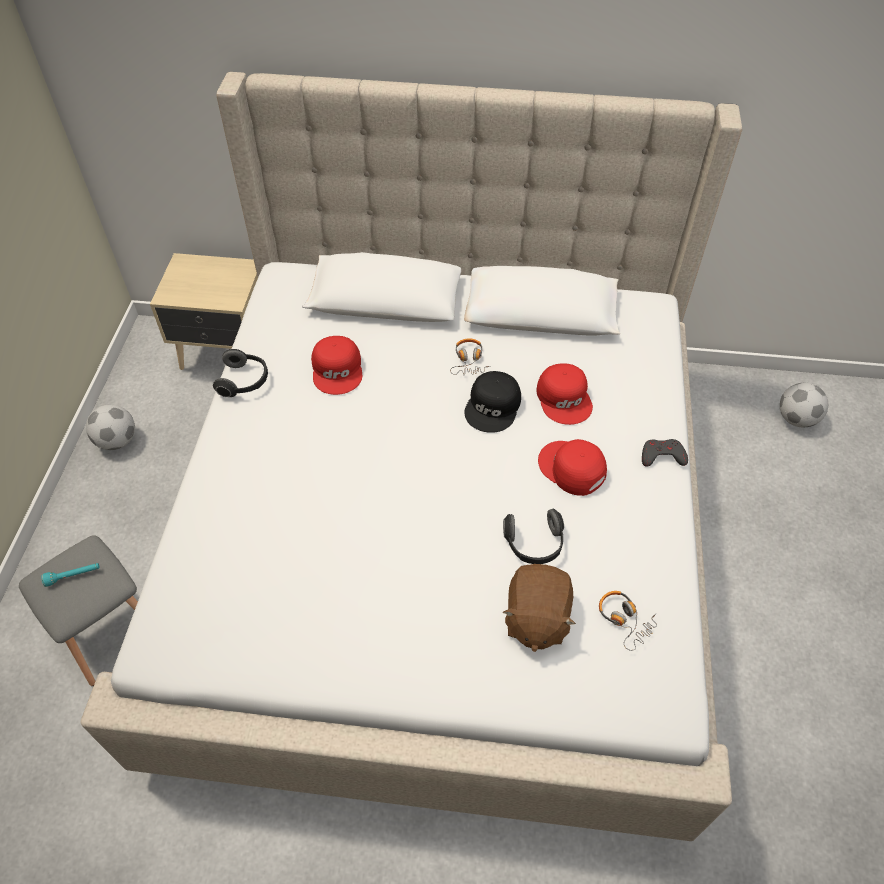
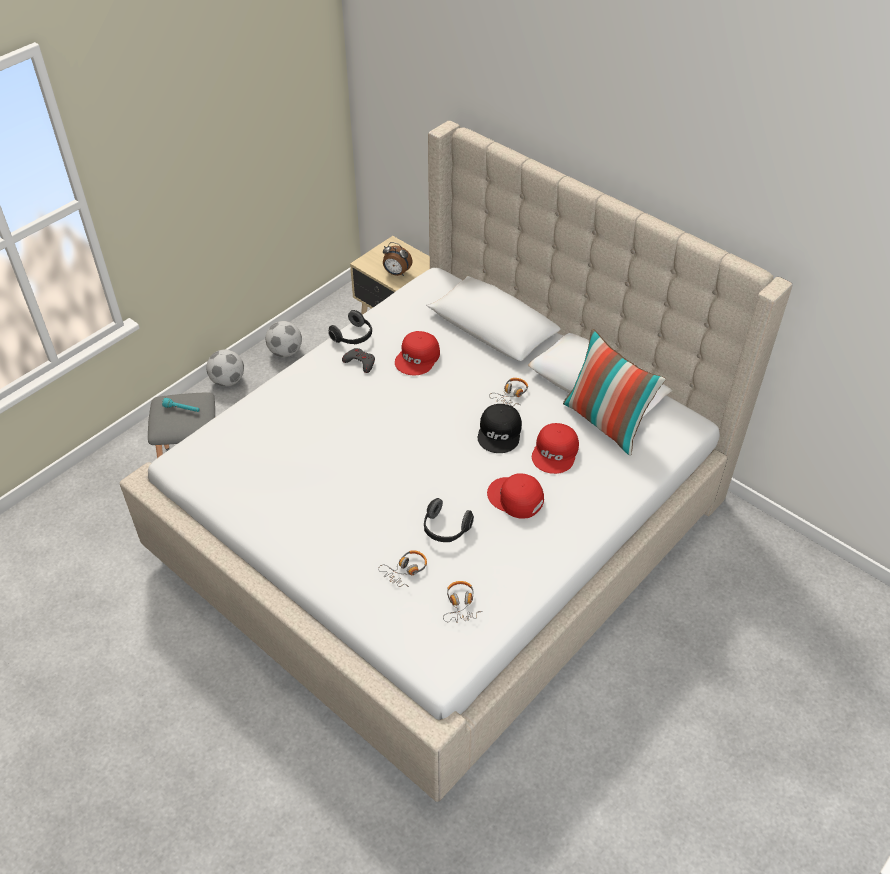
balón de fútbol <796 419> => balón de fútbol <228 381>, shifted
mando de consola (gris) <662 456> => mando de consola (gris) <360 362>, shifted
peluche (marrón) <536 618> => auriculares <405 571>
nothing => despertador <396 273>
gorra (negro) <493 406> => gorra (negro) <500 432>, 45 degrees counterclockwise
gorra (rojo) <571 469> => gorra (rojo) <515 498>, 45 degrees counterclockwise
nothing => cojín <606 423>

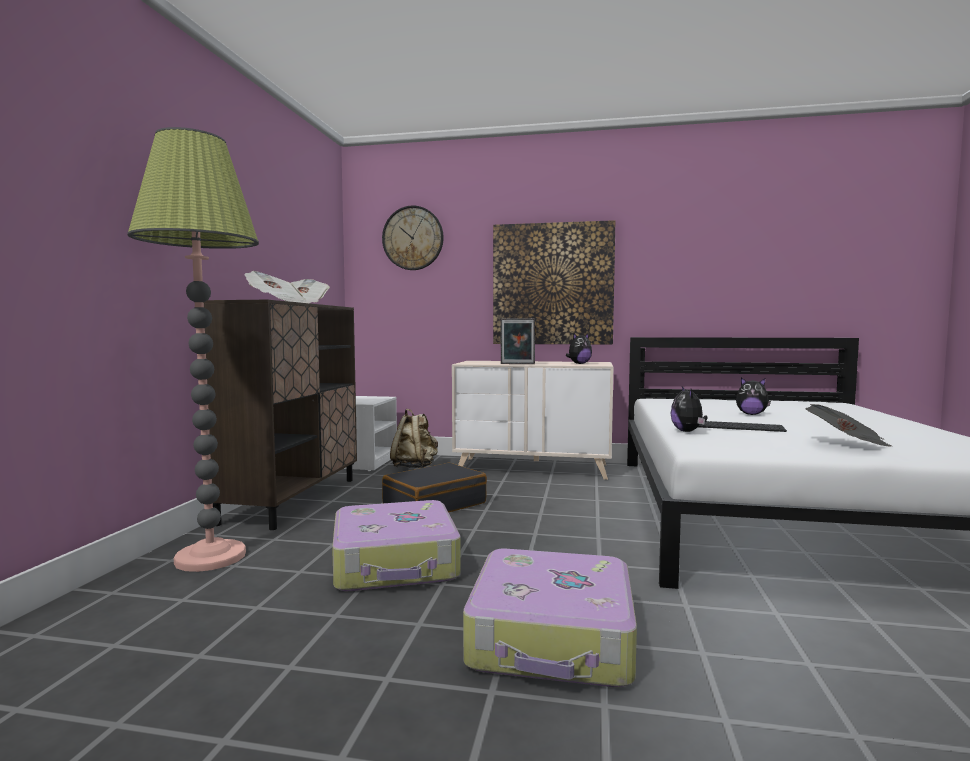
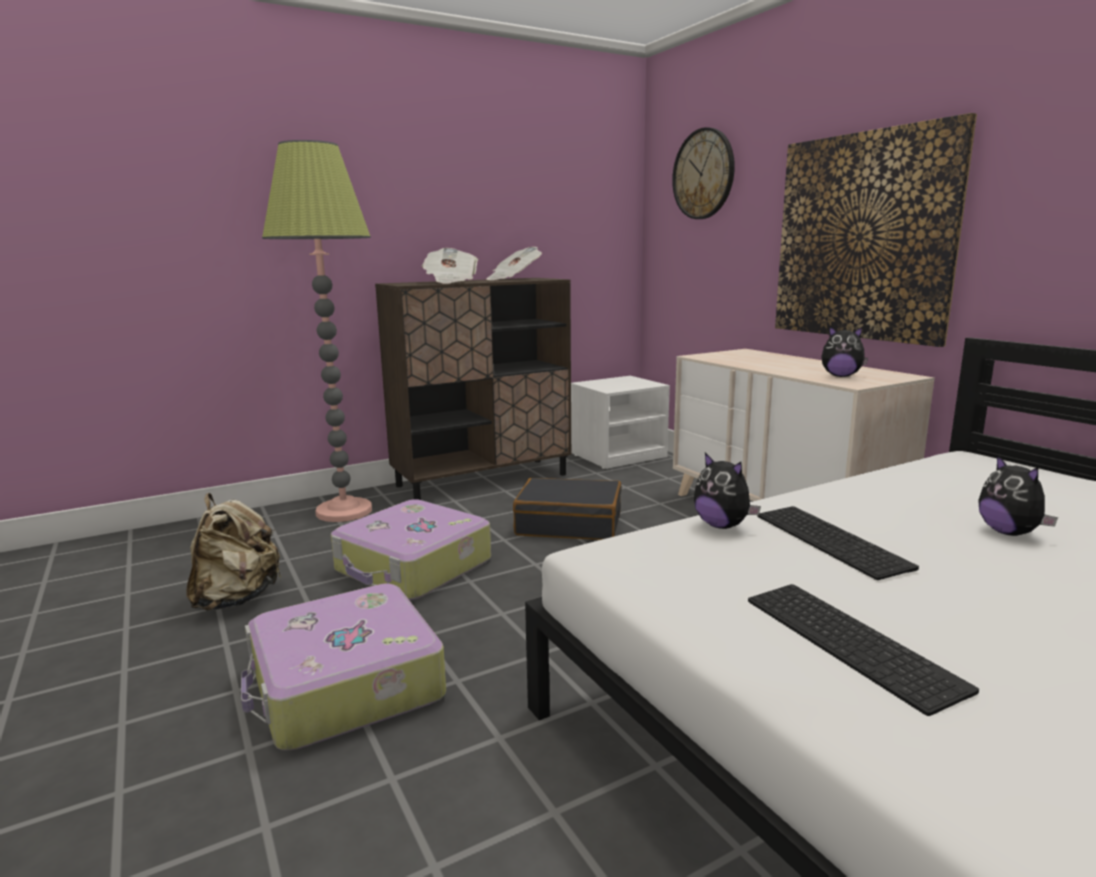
mochila (beis) <415 467> => mochila (beis) <237 599>, shifted
peluche <688 431> => peluche <722 525>, 90 degrees counterclockwise
periódico <847 445> => teclado <854 642>
portarretratos <517 364> => nothing

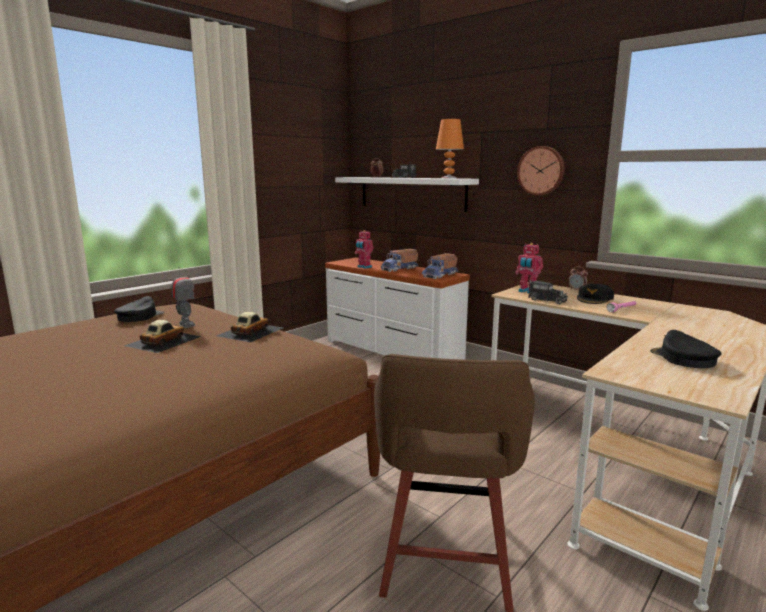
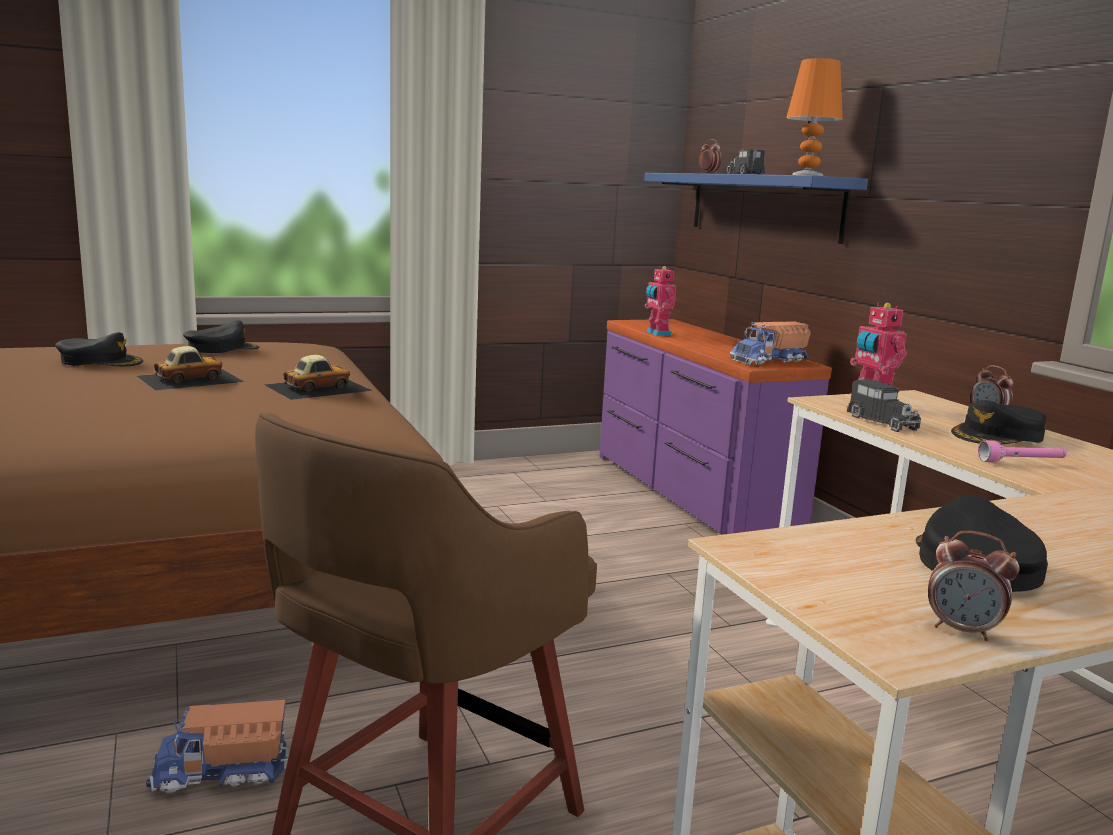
nothing => gorra (negro) <100 361>
camión de juguete <400 269> => camión de juguete <222 772>, shifted
cómoda (blanco) <391 351> => cómoda (morado) <689 492>
estante (blanco) <411 193> => estante (azul) <763 205>
nothing => despertador <963 630>
robot de juguete <186 325> => nothing
reloj de pared <541 171> => nothing

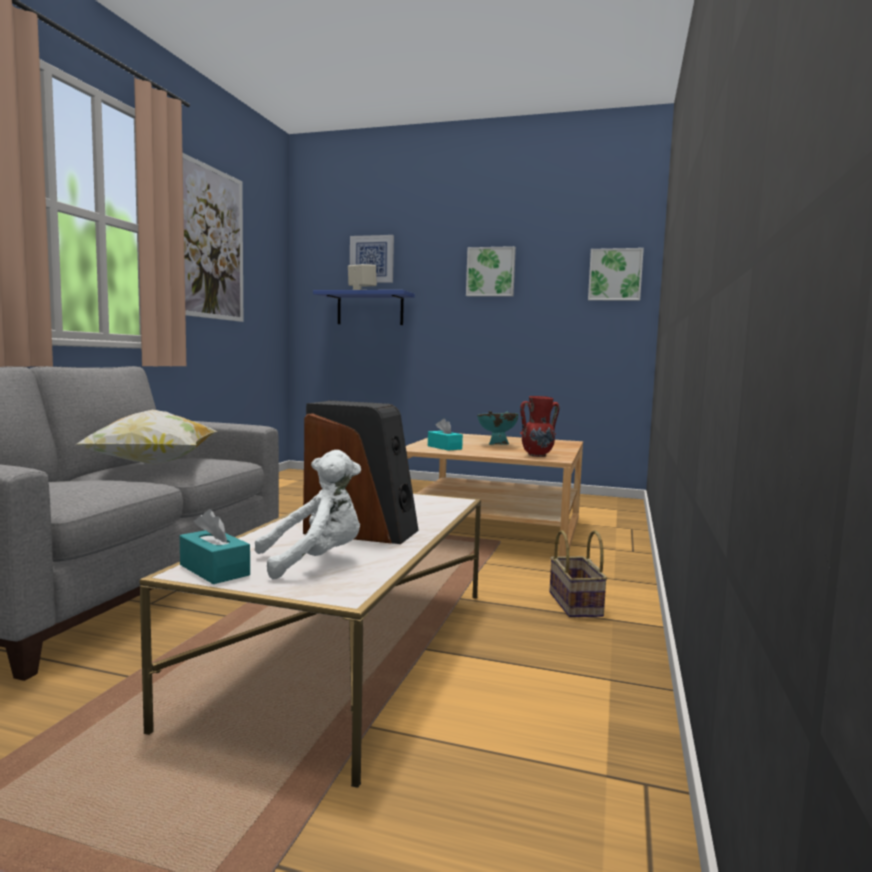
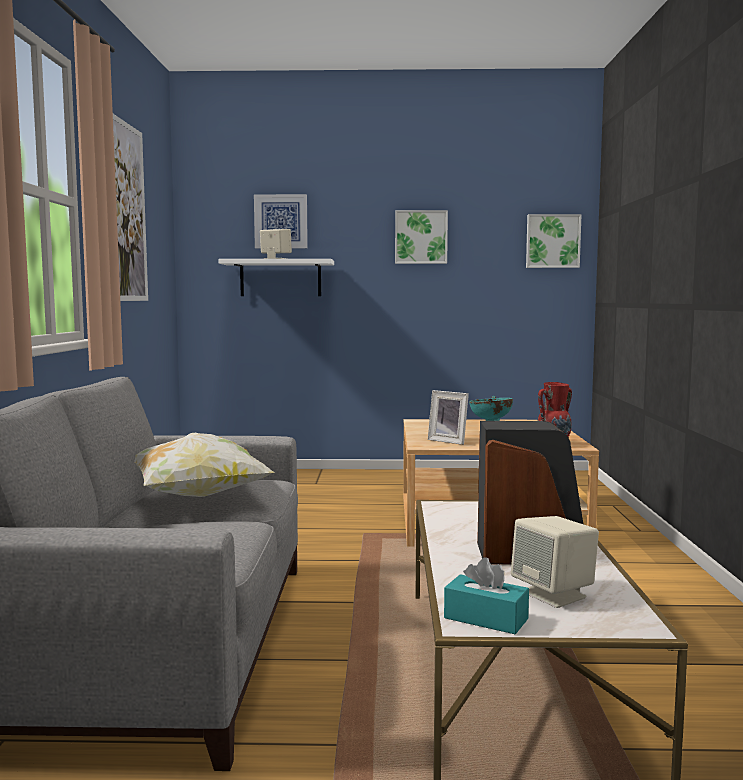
estante (azul) <370 309> => estante (blanco) <280 278>
caja de pañuelos (turquesa) <444 447> => portarretratos <449 441>
peluche (blanco) <315 561> => altavoz (beis) <554 594>
cesta <577 605> => nothing

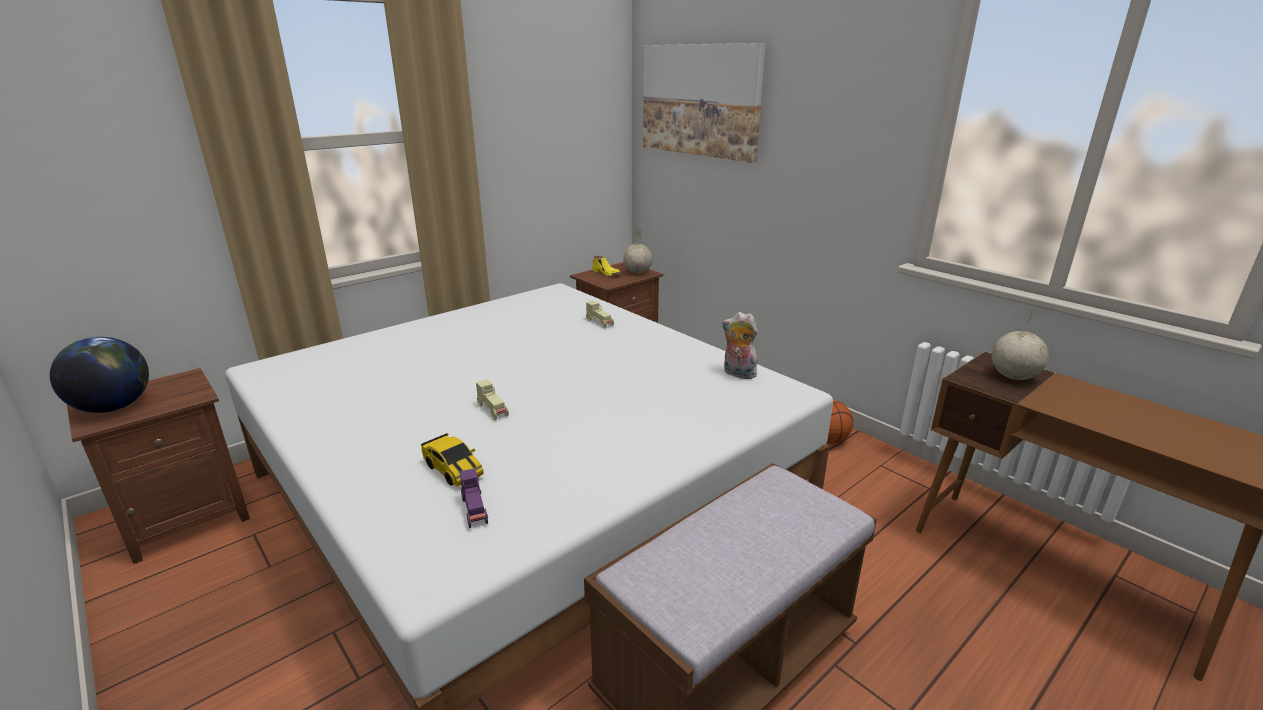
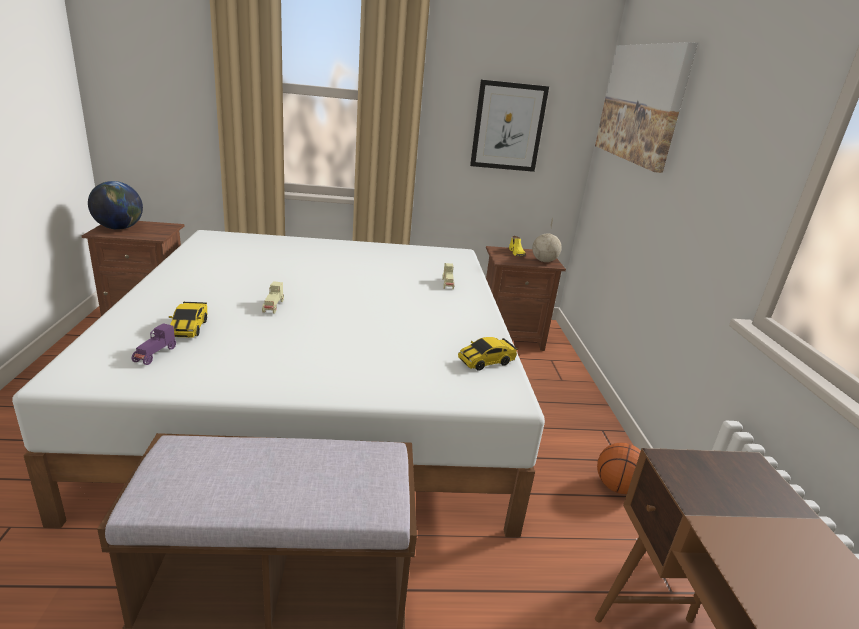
peluche <737 374> => coche de juguete <486 361>
nothing => cuadro <508 126>
globo terráqueo <1012 377> => nothing

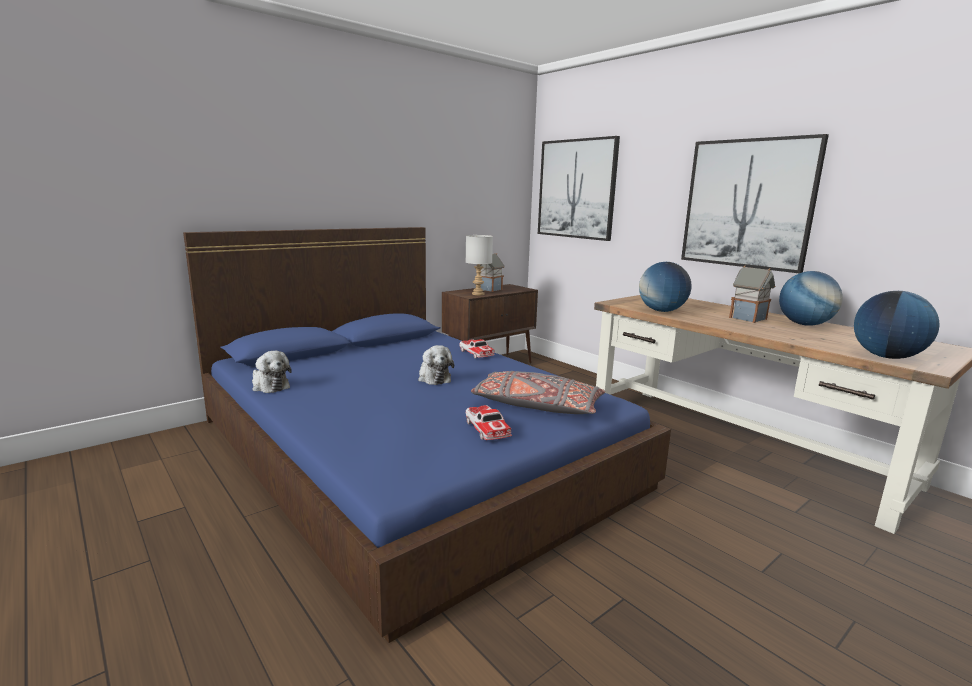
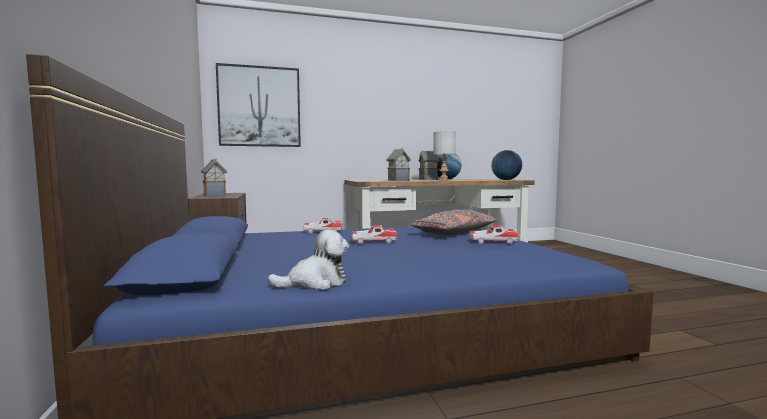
peluche <433 378> => coche de juguete <373 241>
globo terráqueo <661 311> => casita <398 180>
lámpara de mesa (gris) <477 294> => lámpara de mesa (gris) <444 180>, shifted
cuadro <747 204> => nothing

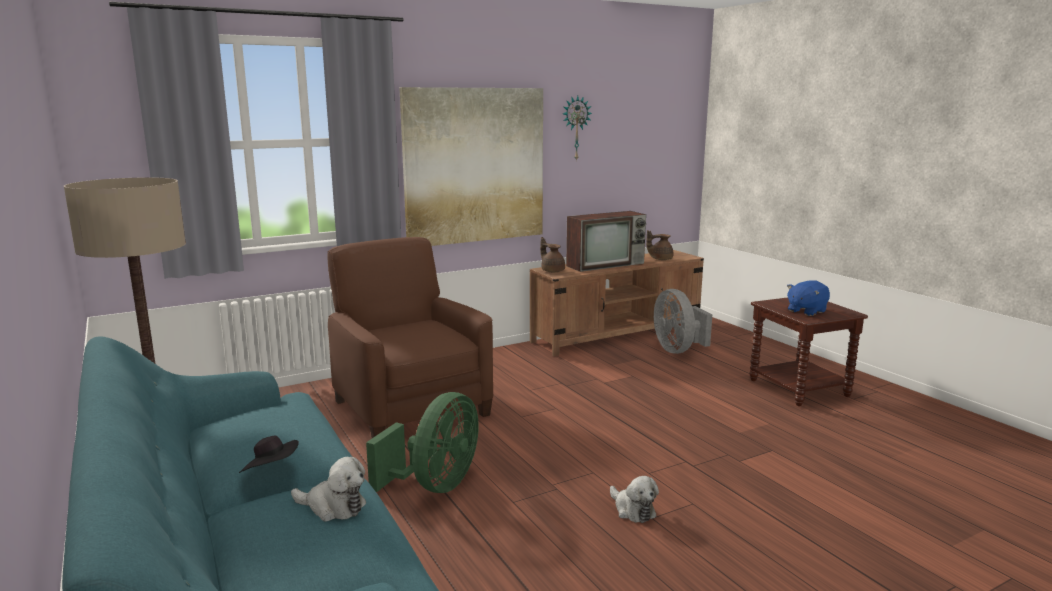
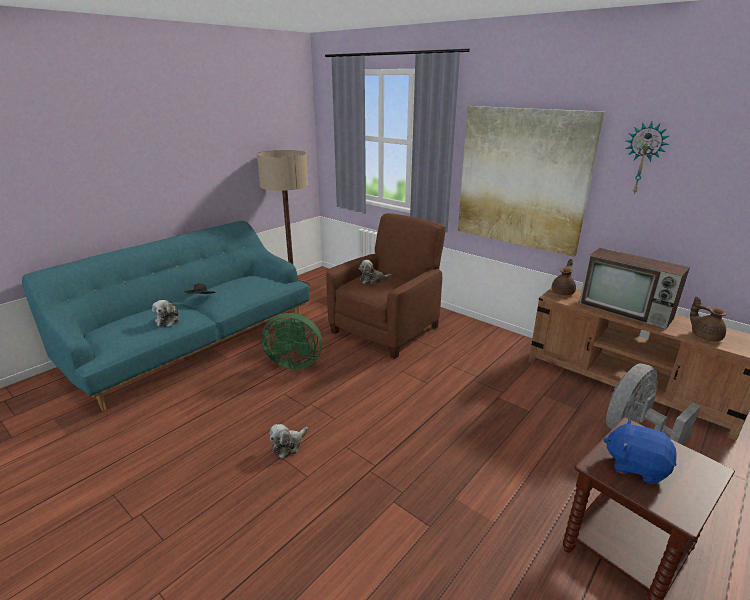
nothing => peluche <373 280>

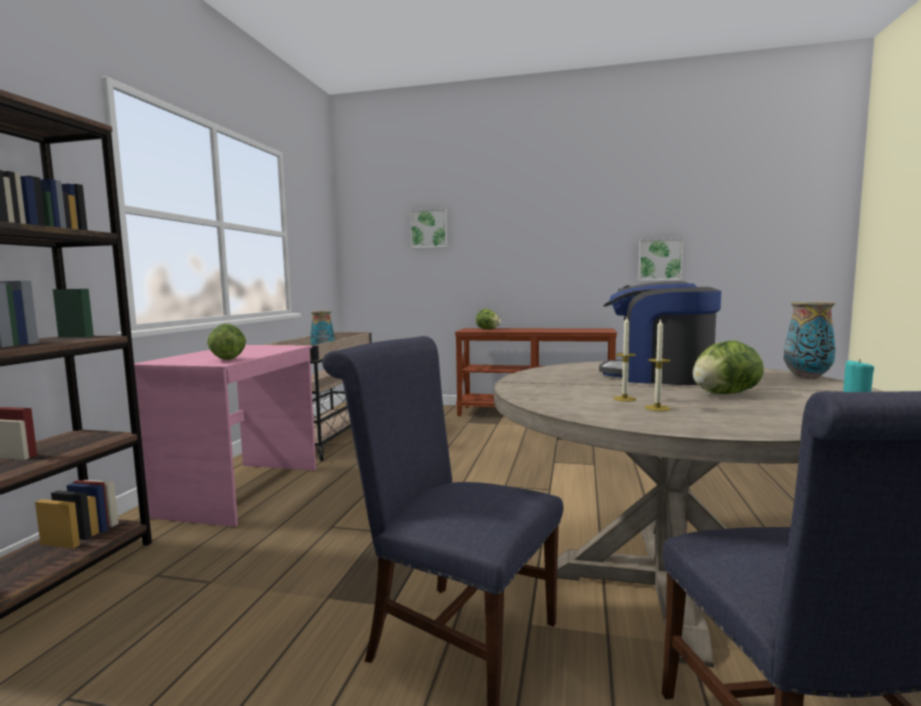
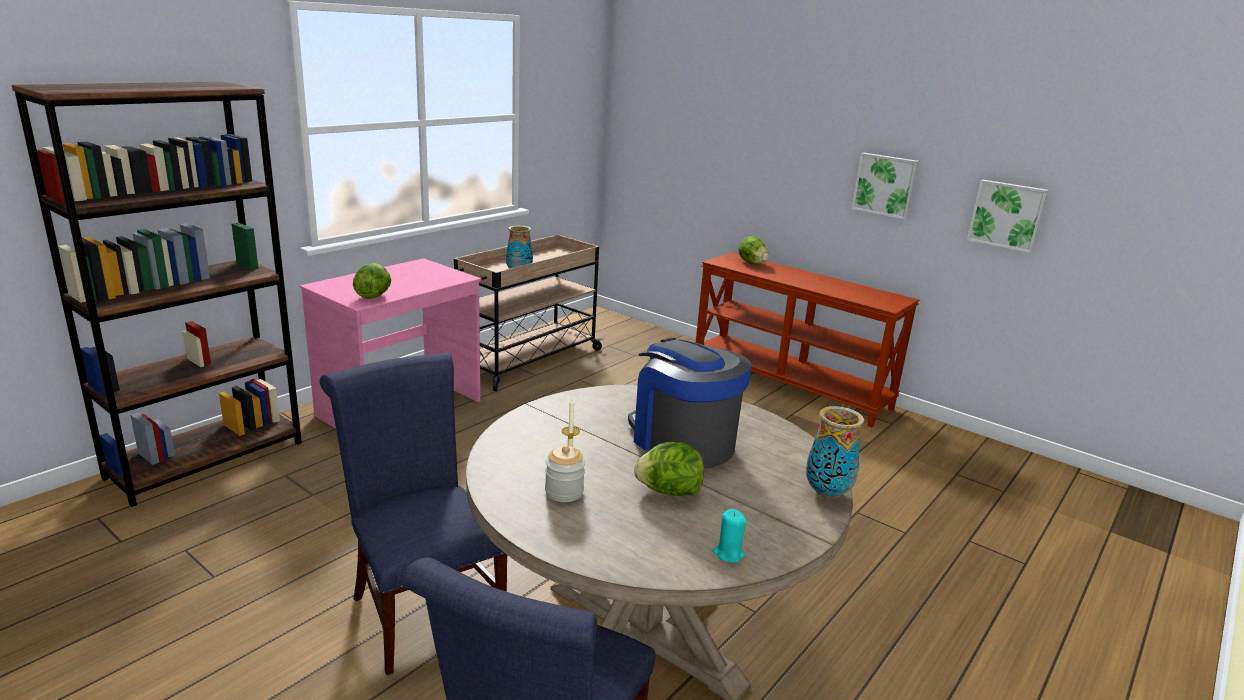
vela <657 408> => tarro <564 492>
cuadro <429 229> => cuadro <885 185>, shifted

